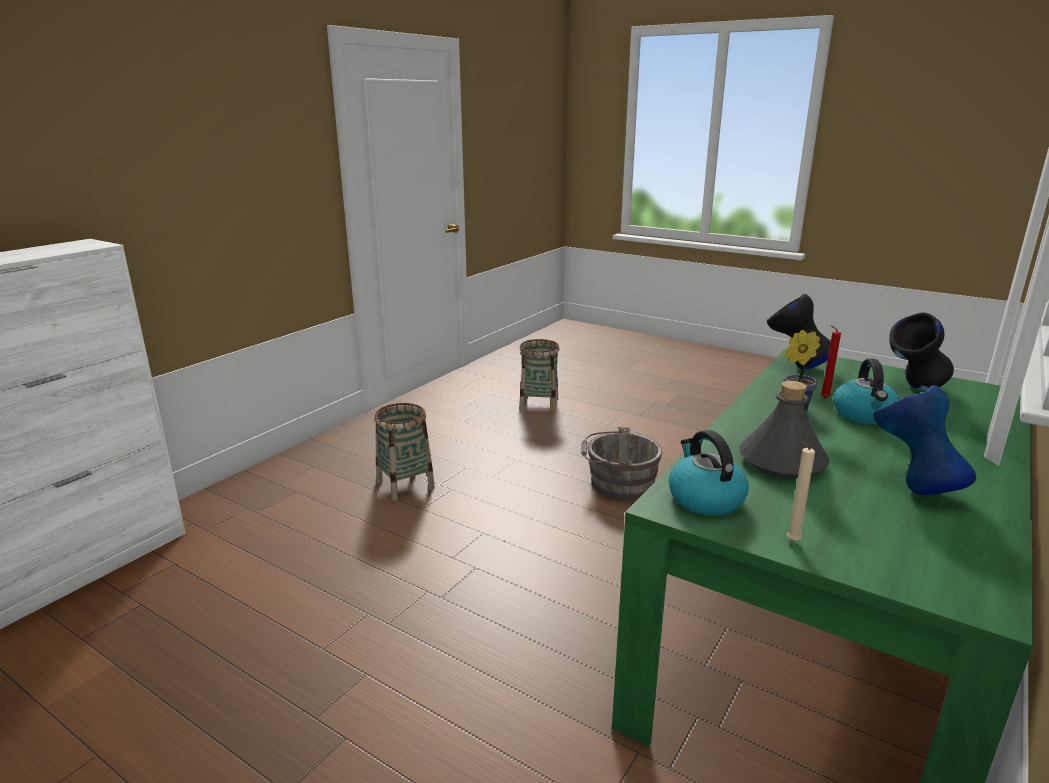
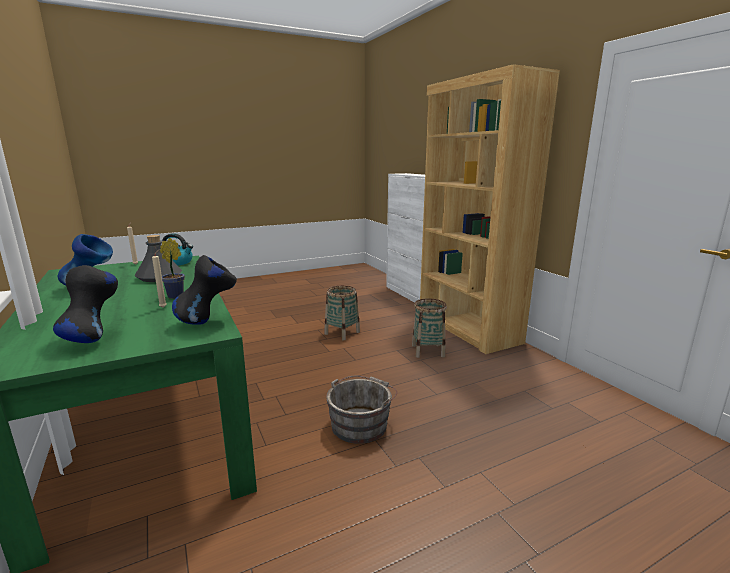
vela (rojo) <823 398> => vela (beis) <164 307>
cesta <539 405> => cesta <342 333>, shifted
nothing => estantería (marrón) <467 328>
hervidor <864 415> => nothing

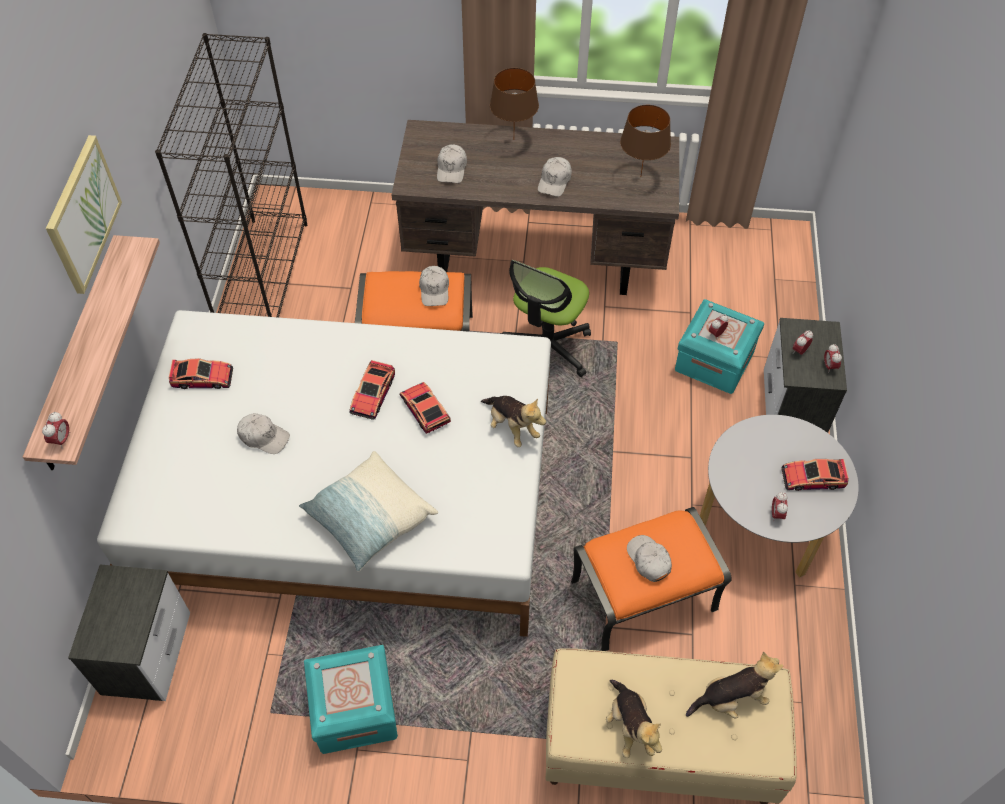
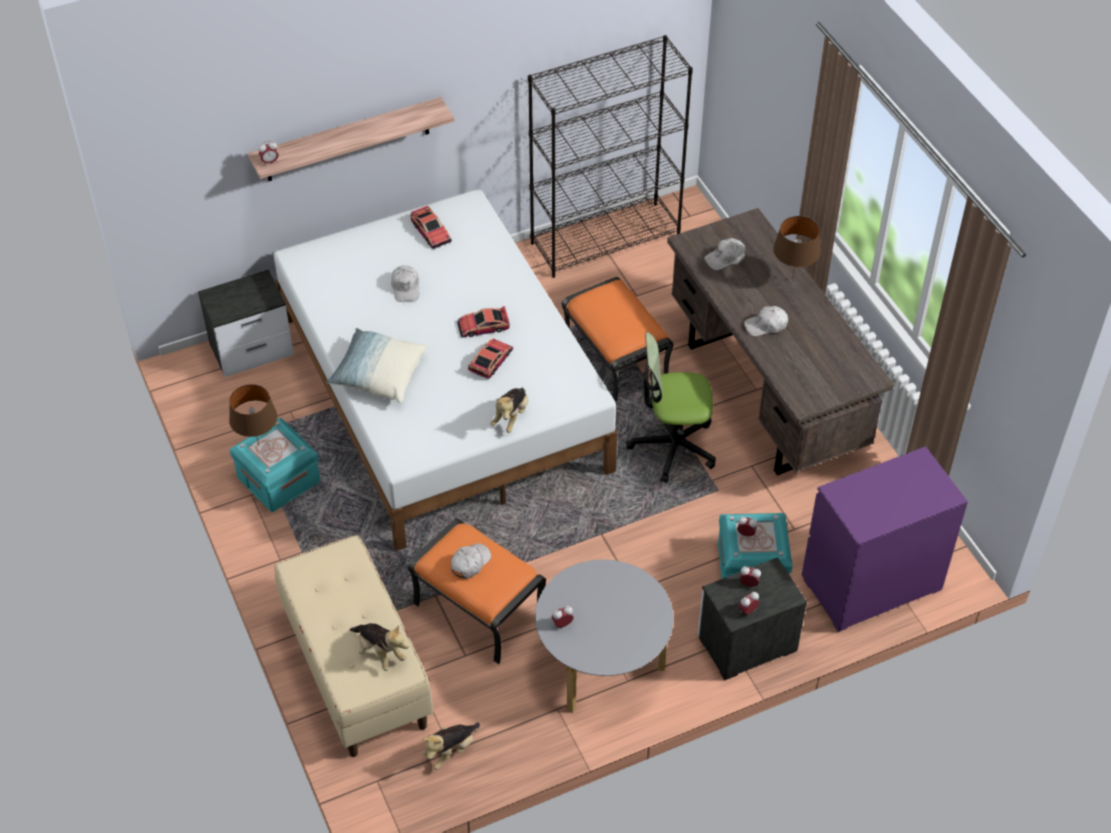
lámpara de mesa (marrón) <640 177> => lámpara de mesa (marrón) <258 445>, shifted
peluche <629 727> => peluche <451 750>, shifted
nothing => cómoda (morado) <870 584>
cuadro <82 214> => nothing
gorra (blanco) <434 290> => nothing
coche de juguete <812 478> => nothing

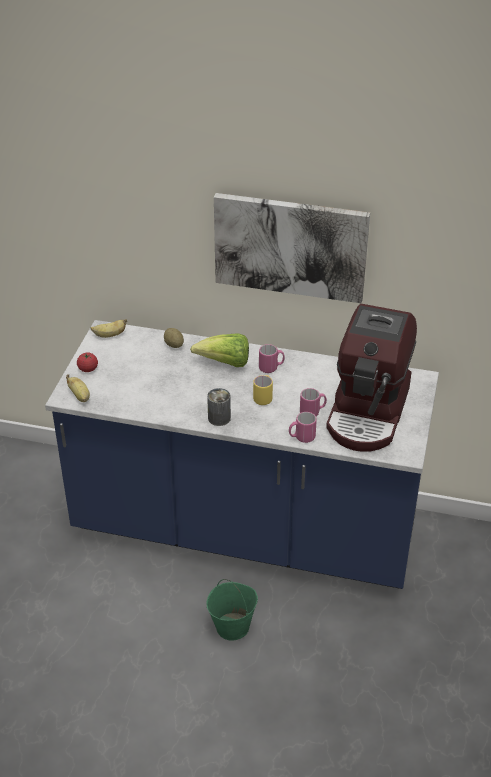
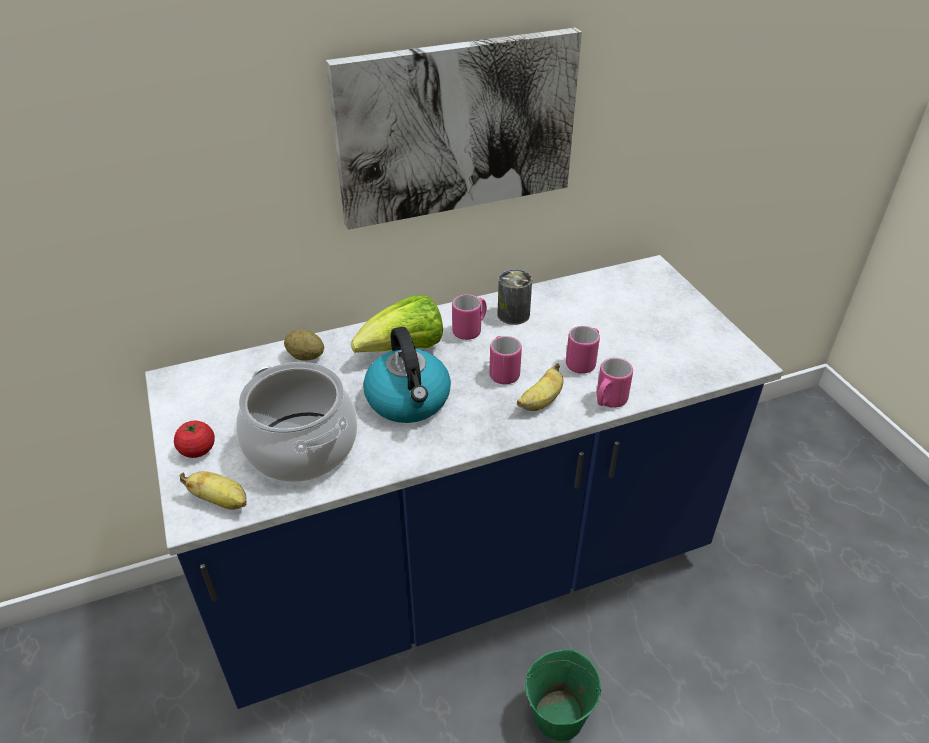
nothing => olla <302 446>
nothing => hervidor <409 401>
taza grande (amarillo) <264 397> => taza grande (rosa) <502 372>
lata <219 418> => lata <513 314>, shifted
plátano <109 335> => plátano <541 402>, shifted
cafetera <369 412> => nothing

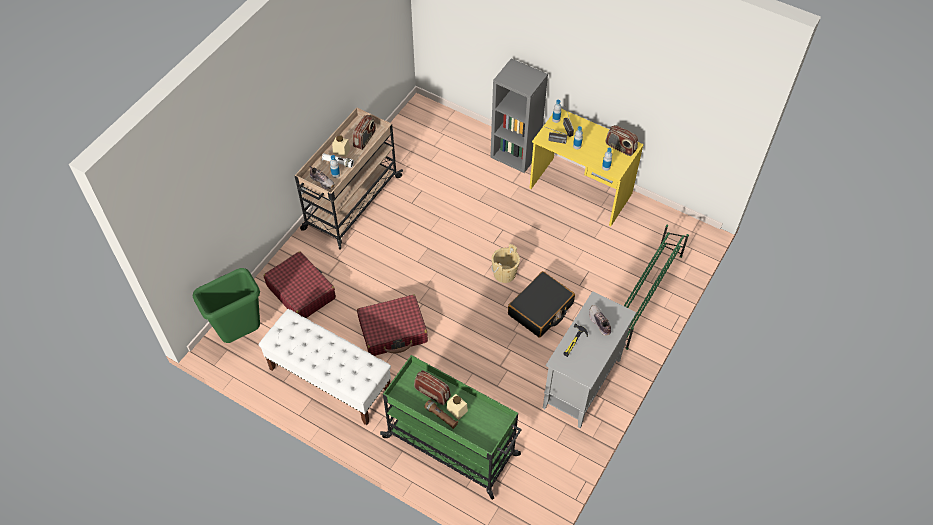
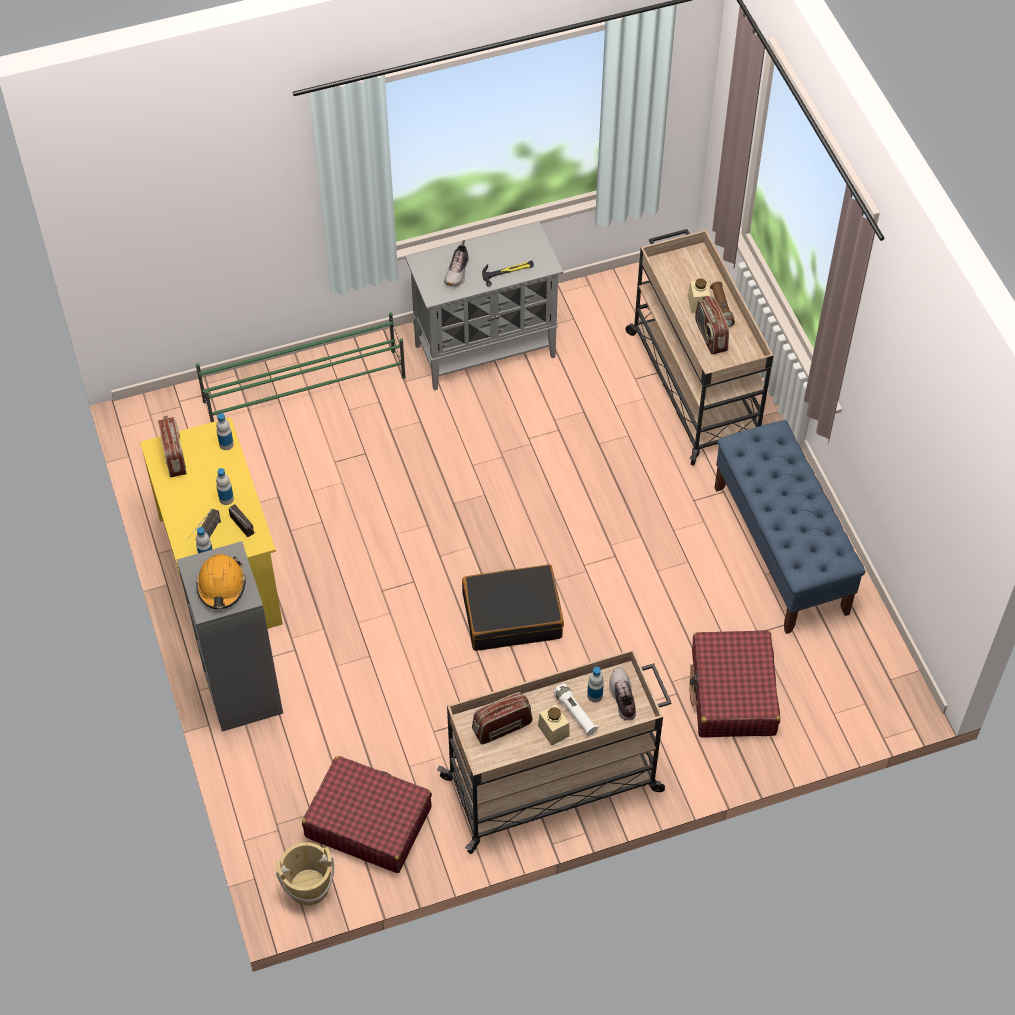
nothing => casco (naranja) <221 586>
cubo (beis) <504 274> => cubo (beis) <308 886>, shifted
maleta (rojo) <393 331> => maleta (rojo) <368 821>, shifted
maleta (negro) <541 309> => maleta (negro) <512 615>, shifted
carrito (verde) <452 447> => carrito (beis) <693 385>
banco (blanco) <329 380> => banco (azul) <781 550>
papelera (verde) <241 333> => nothing

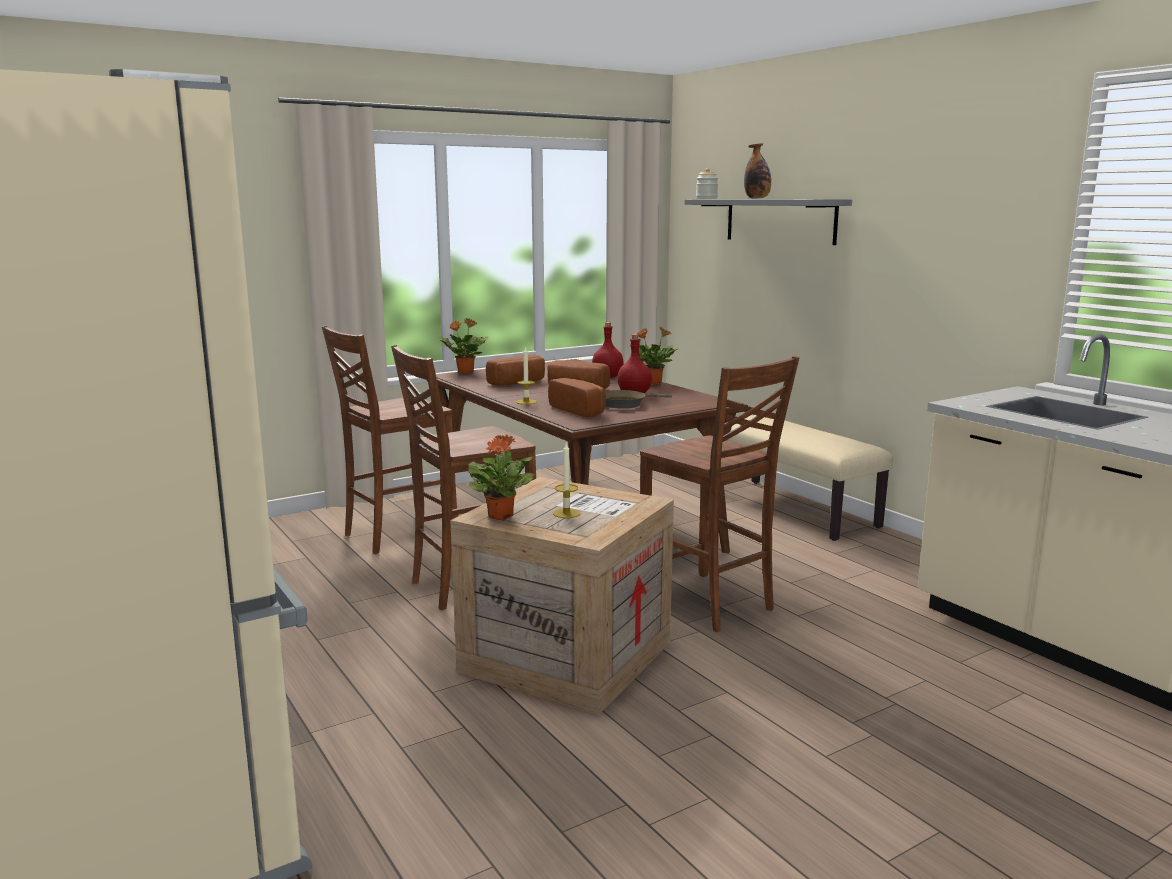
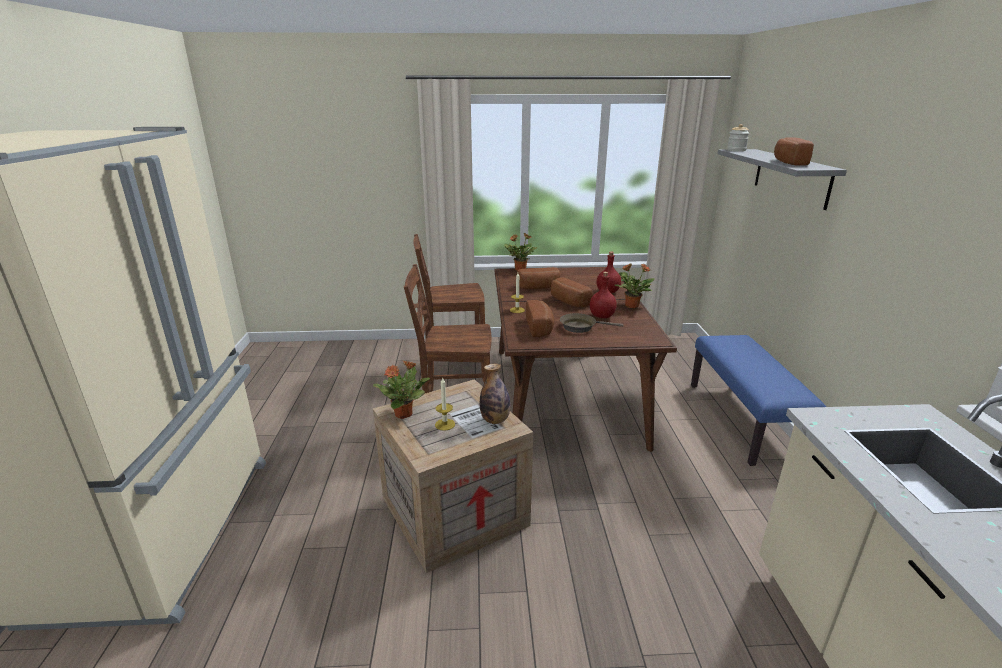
botella <757 198> => botella <495 420>, shifted
banco (beis) <792 509> => banco (azul) <744 421>
nothing => pan <787 162>
silla (marrón) <708 603> => nothing

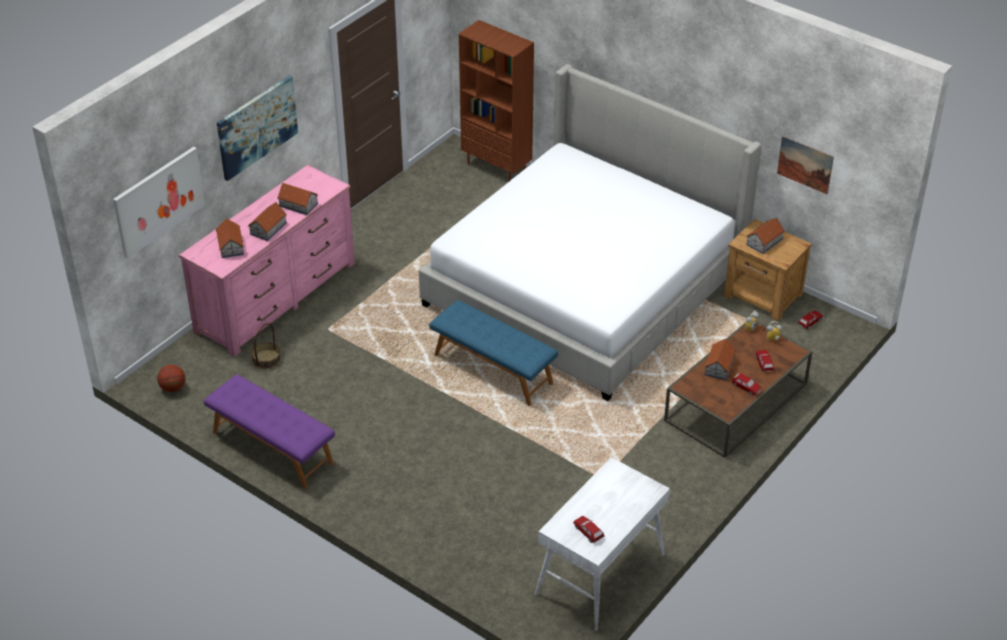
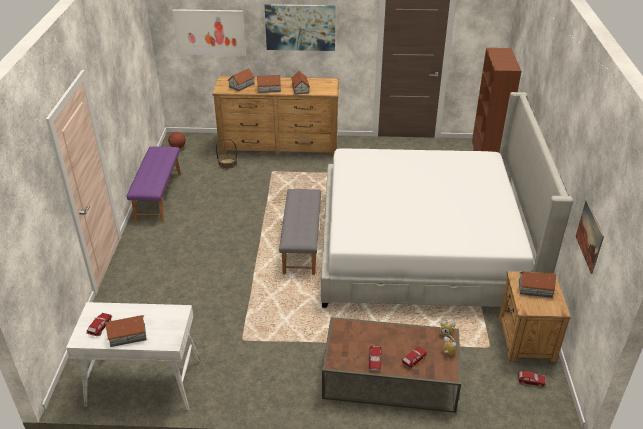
casita <719 366> => casita <127 335>, shifted
cómoda (rosa) <276 297> => cómoda (marrón) <279 145>
banco (azul) <493 369> => banco (gris) <302 244>

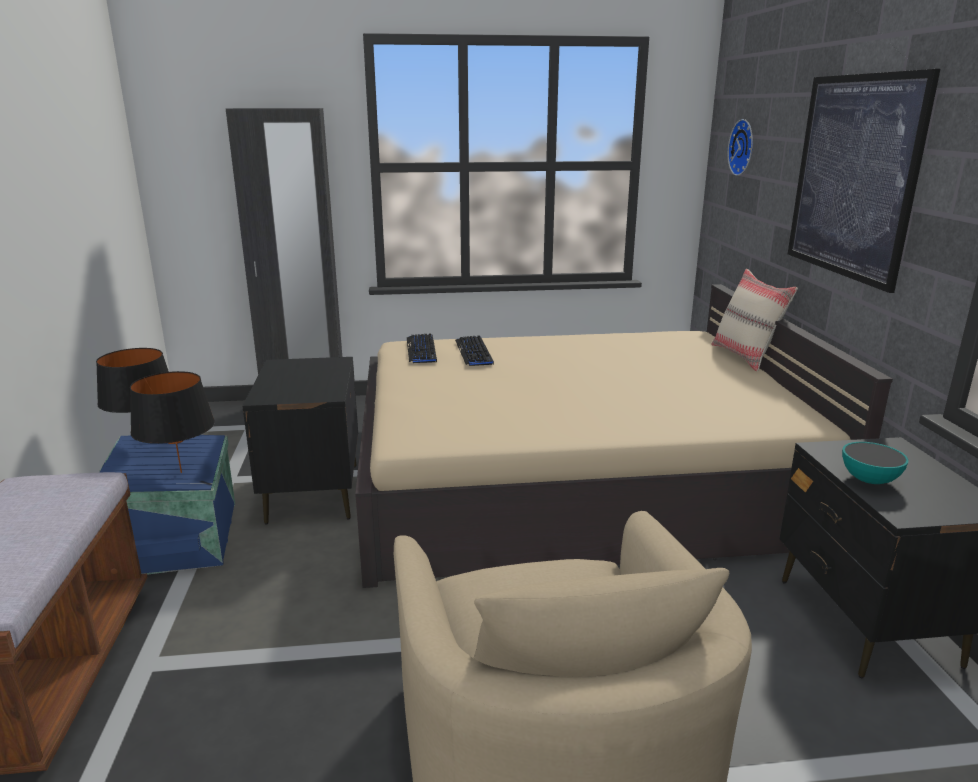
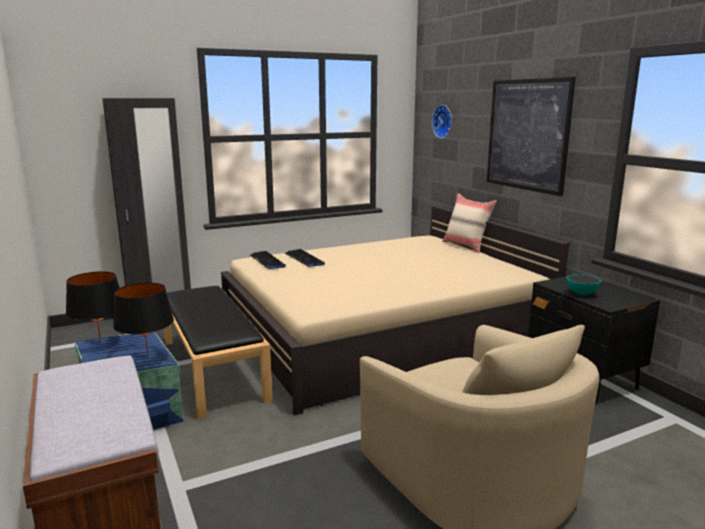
mesita de noche (negro) <312 493> => banco (negro) <214 369>

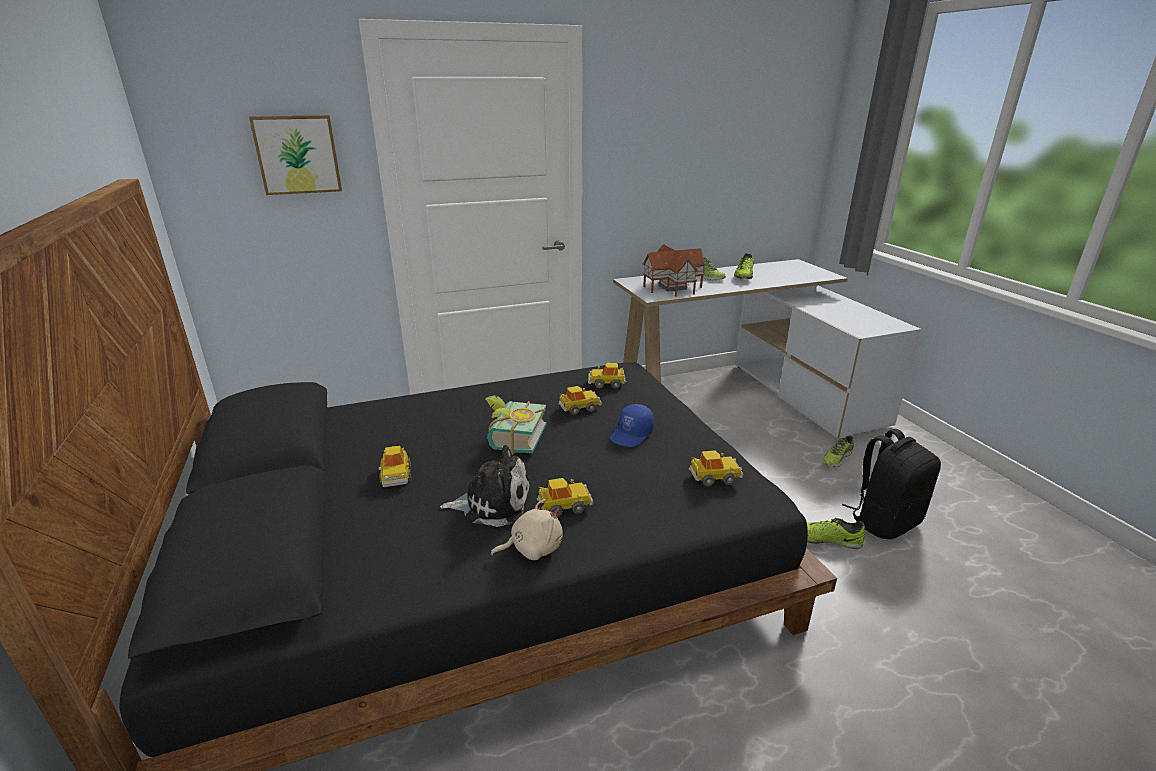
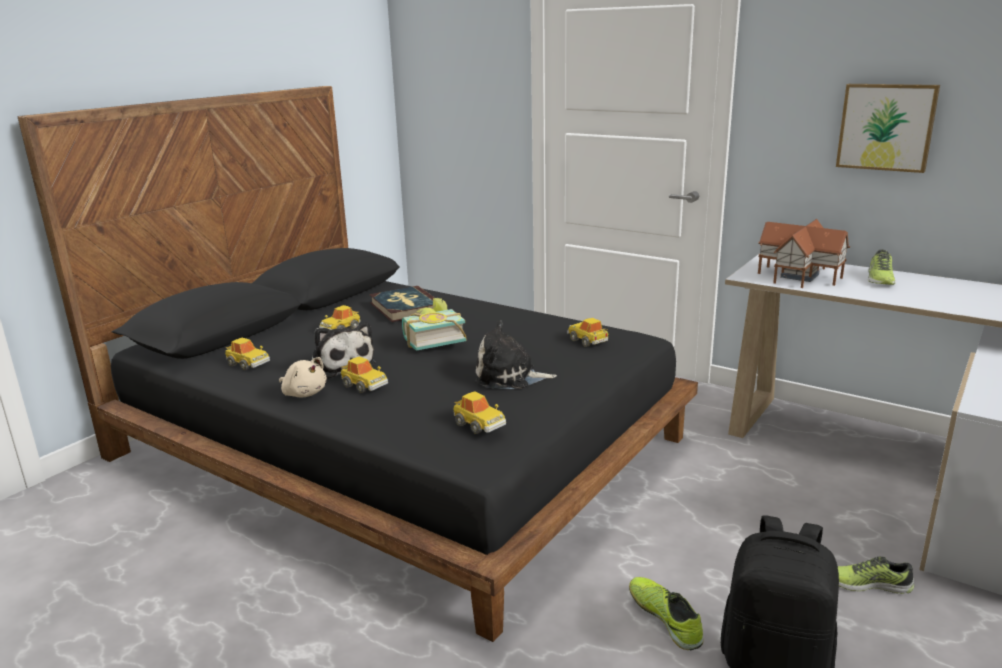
coche de juguete <579 408> => coche de juguete <248 364>, shifted
nothing => libro <405 307>
gorra (azul) <632 435> => peluche <509 377>
cuadro <298 154> => cuadro <886 127>, shifted
zapato <744 276> => nothing

